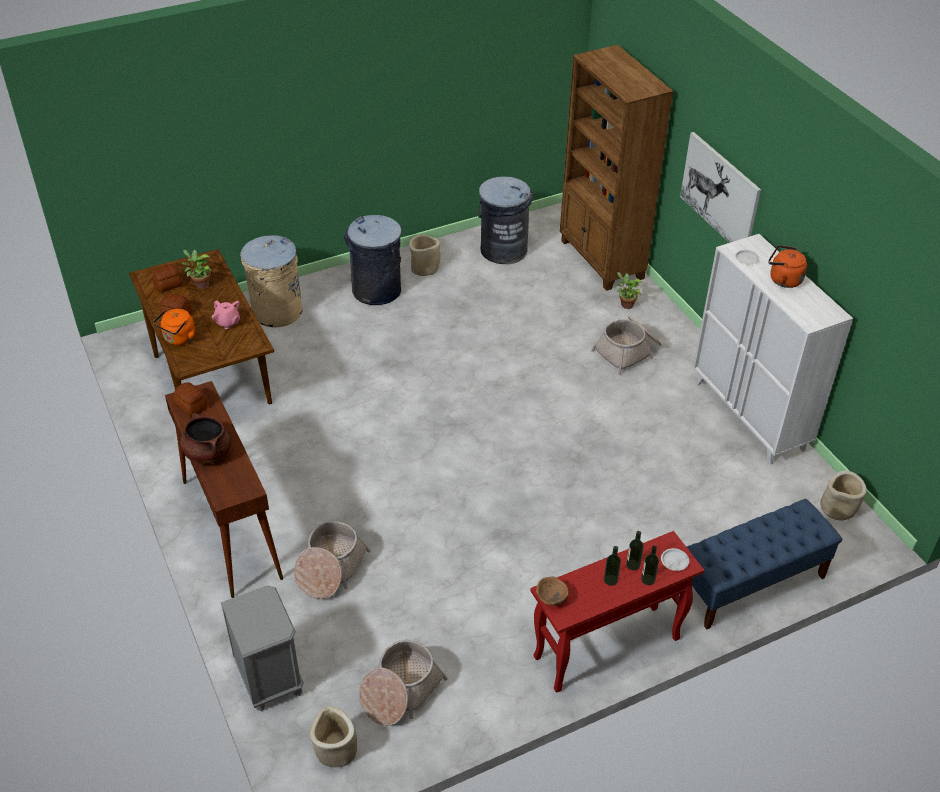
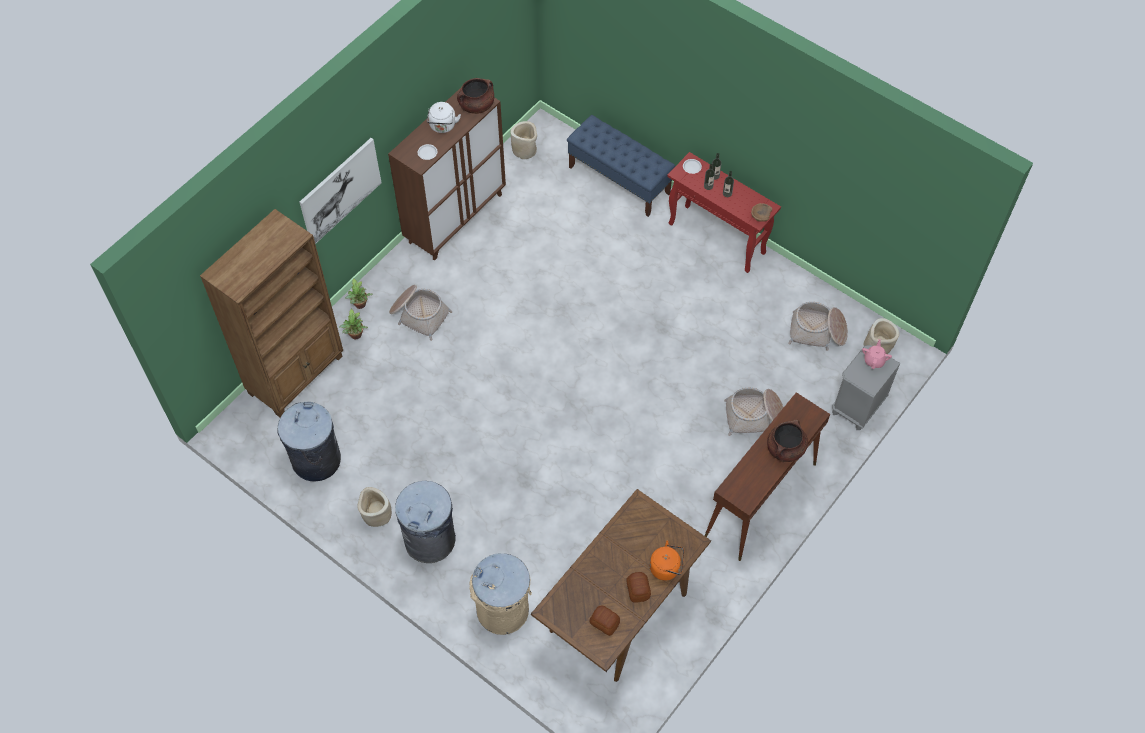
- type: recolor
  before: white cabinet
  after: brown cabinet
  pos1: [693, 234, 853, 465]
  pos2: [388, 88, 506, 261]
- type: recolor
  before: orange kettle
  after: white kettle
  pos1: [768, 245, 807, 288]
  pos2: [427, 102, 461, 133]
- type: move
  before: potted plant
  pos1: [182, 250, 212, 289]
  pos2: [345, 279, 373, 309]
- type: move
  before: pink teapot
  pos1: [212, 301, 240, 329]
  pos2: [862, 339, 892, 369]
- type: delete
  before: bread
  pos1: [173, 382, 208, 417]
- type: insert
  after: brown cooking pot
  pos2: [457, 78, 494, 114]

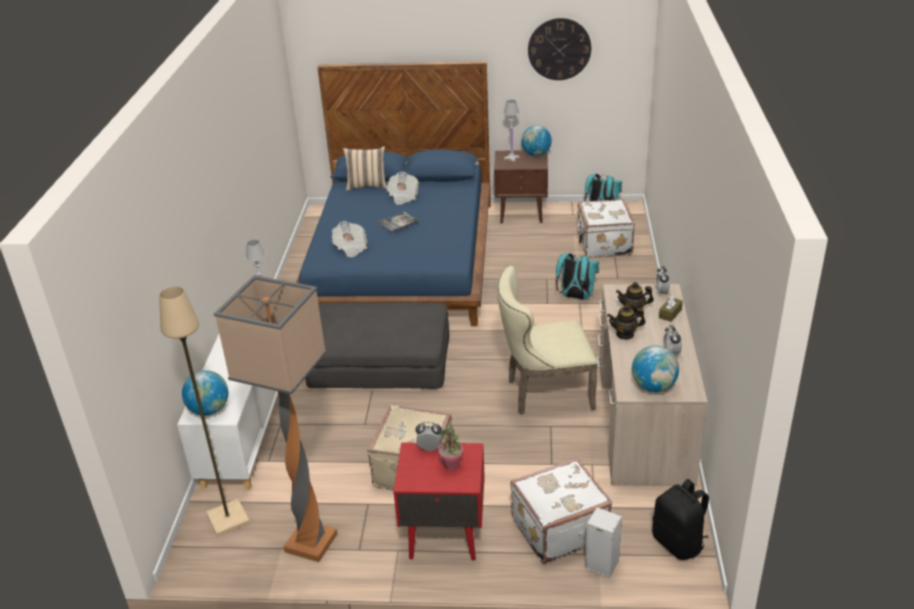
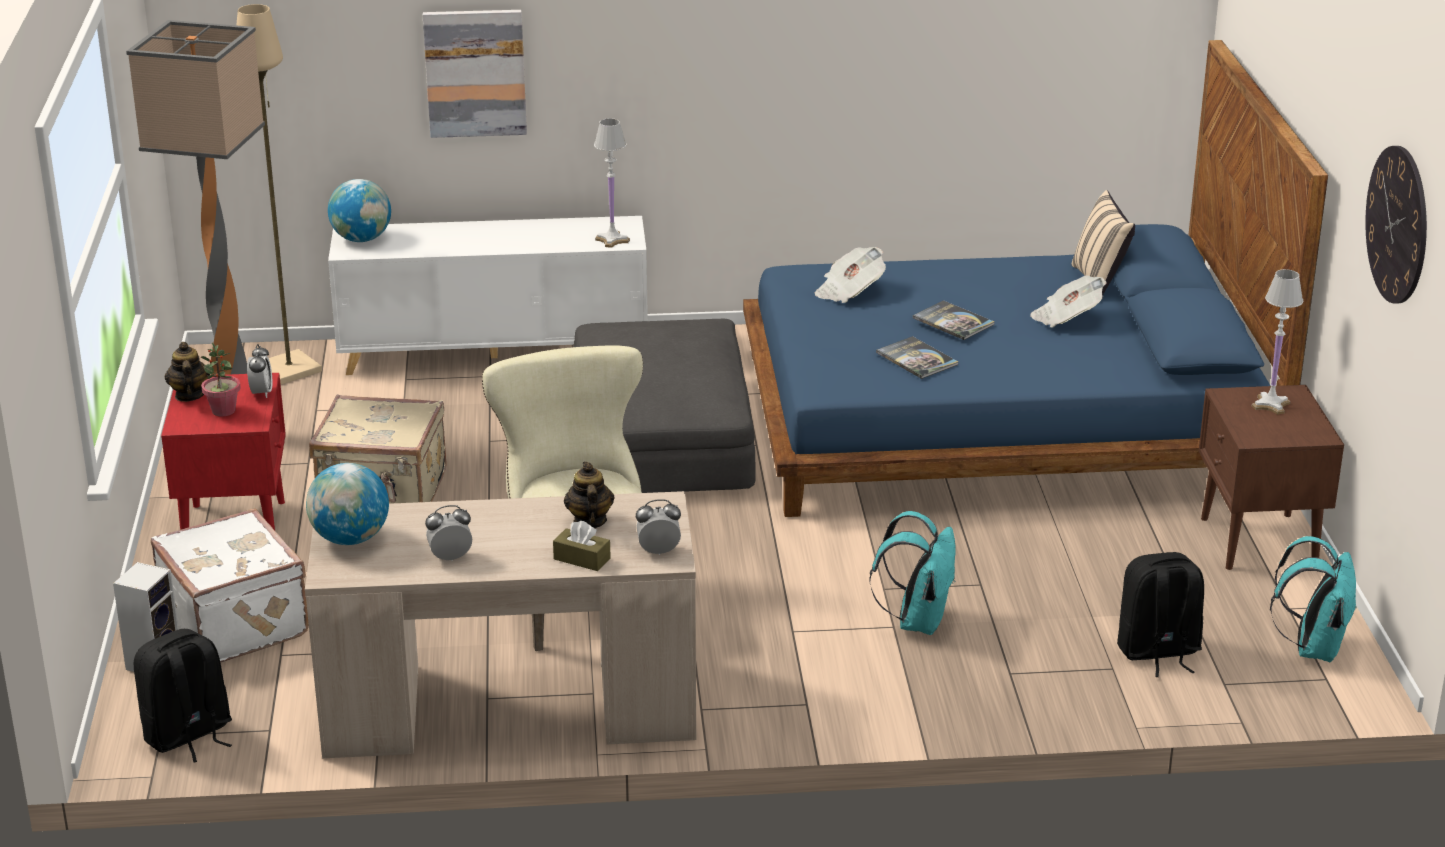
- type: delete
  before: globe
  pos1: [521, 125, 552, 156]
- type: replace
  before: white suitcase
  after: black backpack
  pos1: [577, 199, 635, 258]
  pos2: [1117, 552, 1204, 677]
- type: move
  before: teapot
  pos1: [607, 305, 646, 340]
  pos2: [165, 342, 210, 402]
- type: insert
  after: picture
  pos2: [423, 10, 527, 138]
- type: insert
  after: book
  pos2: [876, 336, 958, 379]

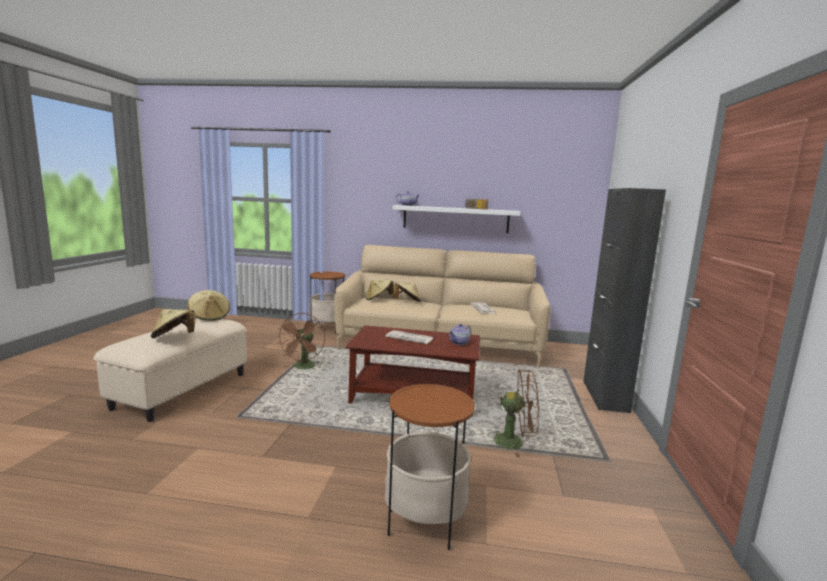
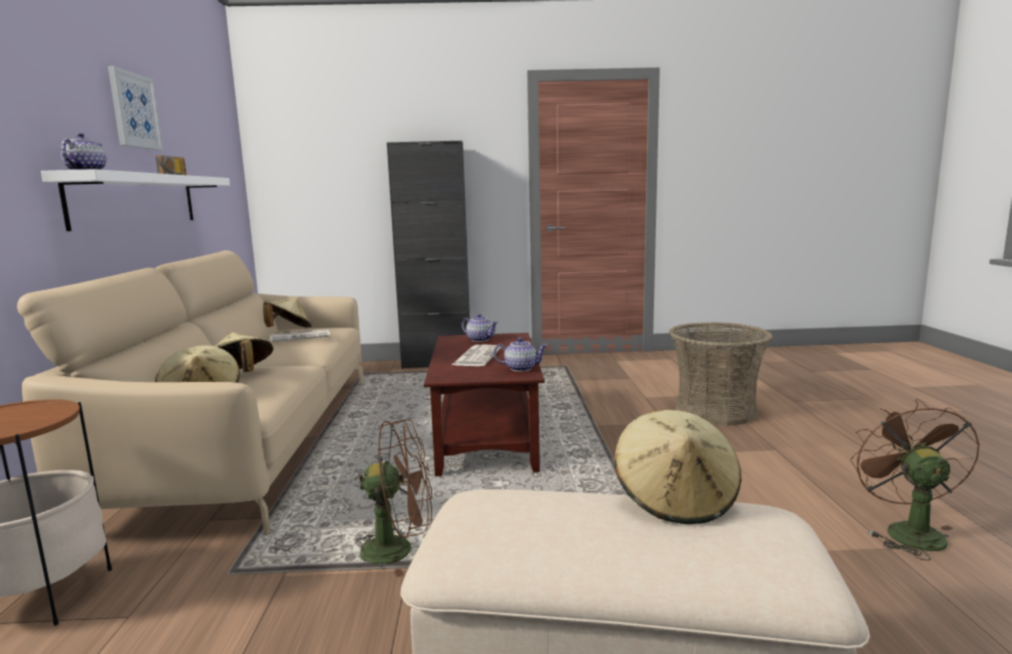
- type: move
  before: beige hat
  pos1: [187, 290, 230, 321]
  pos2: [263, 298, 312, 328]
- type: move
  before: brown fan
  pos1: [490, 369, 539, 457]
  pos2: [850, 399, 980, 561]
- type: replace
  before: side table
  after: basket
  pos1: [385, 384, 475, 550]
  pos2: [669, 322, 773, 426]
- type: insert
  after: picture
  pos2: [108, 66, 163, 150]
- type: insert
  after: teapot
  pos2: [494, 337, 548, 372]

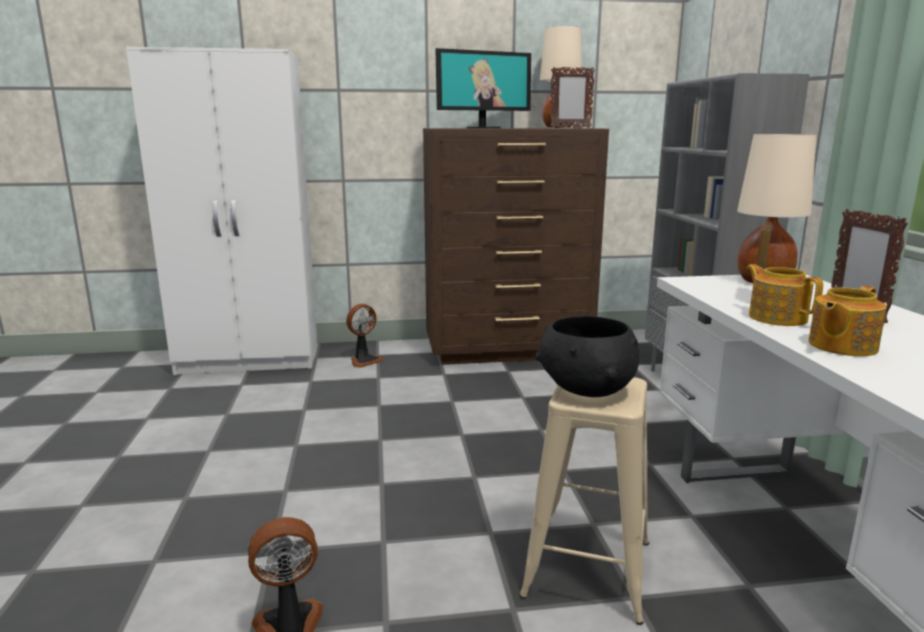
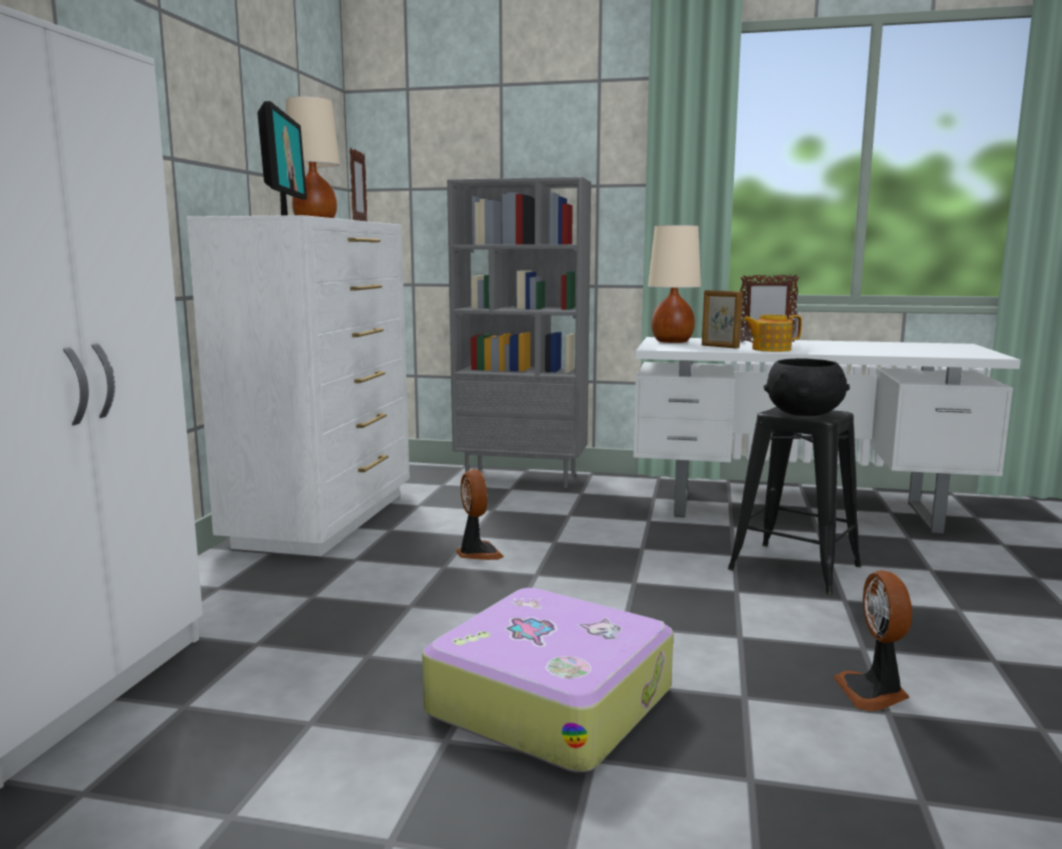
- type: recolor
  before: brown dresser
  after: white dresser
  pos1: [423, 128, 609, 365]
  pos2: [187, 215, 410, 556]
- type: delete
  before: teapot
  pos1: [808, 286, 887, 356]
- type: move
  before: fan
  pos1: [346, 304, 384, 368]
  pos2: [456, 469, 504, 560]
- type: recolor
  before: beige stool
  after: black stool
  pos1: [519, 377, 649, 625]
  pos2: [728, 406, 861, 595]
- type: insert
  after: suitcase
  pos2: [422, 588, 673, 772]

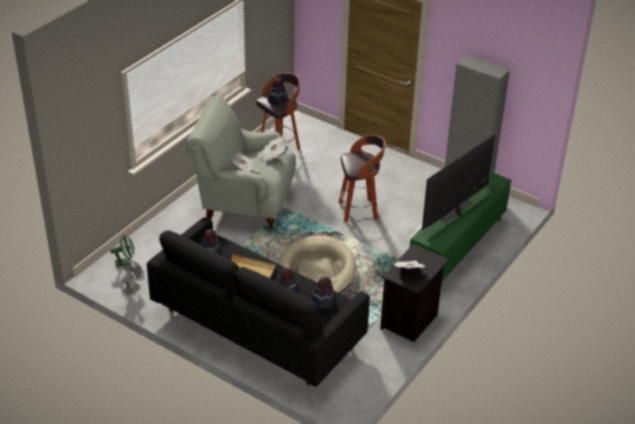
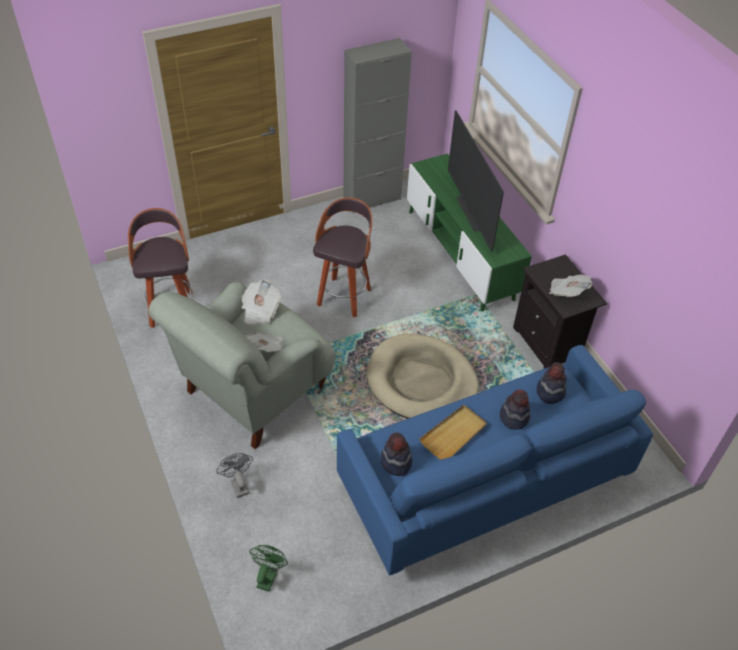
- type: delete
  before: hat
  pos1: [268, 78, 288, 105]
- type: recolor
  before: black sofa
  after: blue sofa
  pos1: [147, 217, 370, 387]
  pos2: [337, 345, 653, 575]
- type: move
  before: grey fan
  pos1: [121, 260, 144, 295]
  pos2: [216, 453, 253, 498]

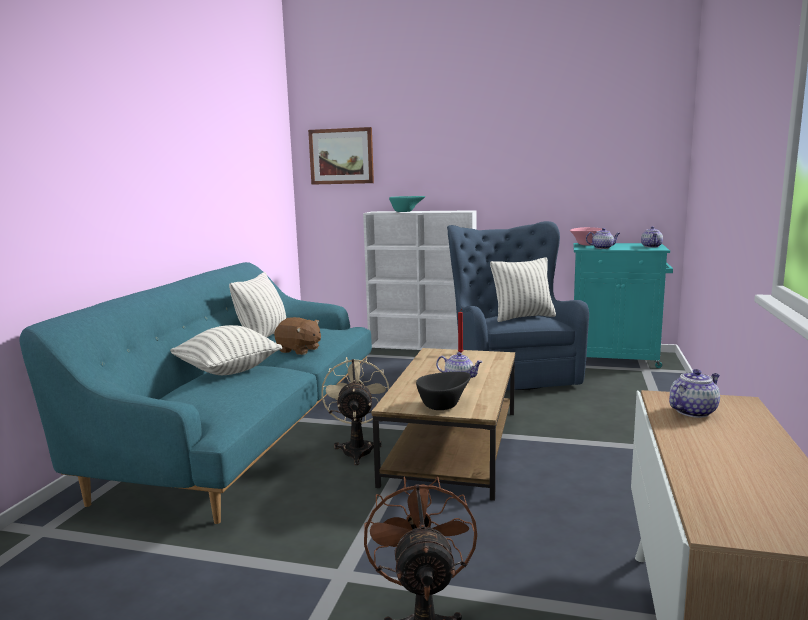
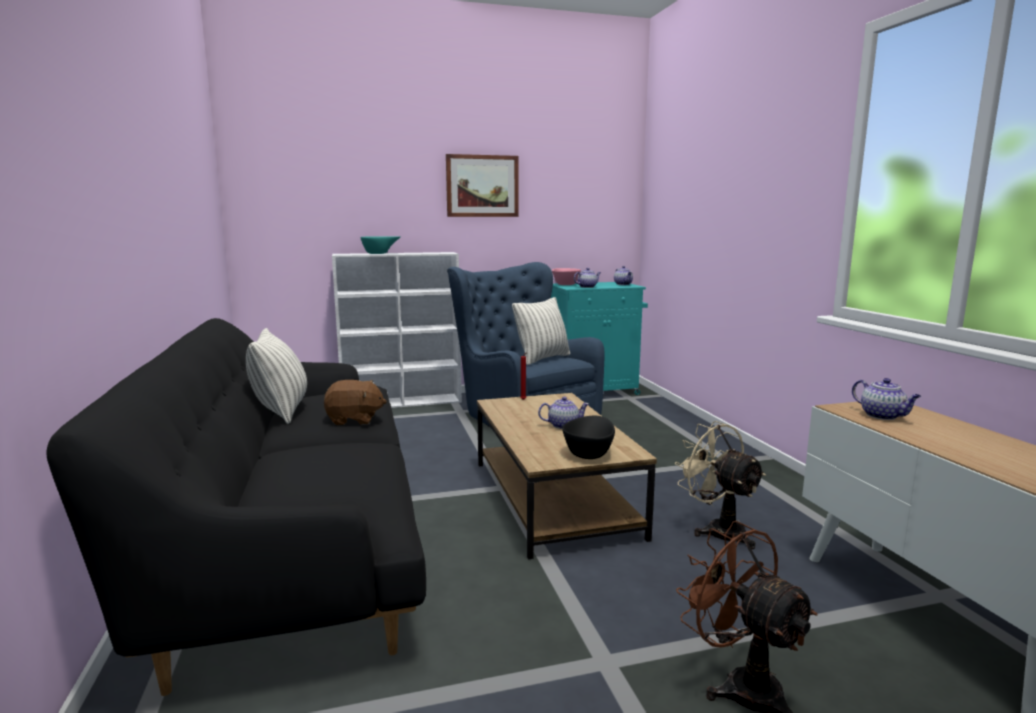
- type: move
  before: picture
  pos1: [308, 127, 374, 185]
  pos2: [446, 154, 519, 217]
- type: recolor
  before: turquoise sofa
  after: black sofa
  pos1: [19, 262, 372, 524]
  pos2: [47, 318, 426, 696]
- type: delete
  before: pillow
  pos1: [170, 325, 282, 375]
- type: move
  before: beige fan
  pos1: [321, 357, 389, 465]
  pos2: [675, 421, 766, 549]
- type: rotate
  before: teapot
  pos1: [669, 369, 720, 418]
  pos2: [852, 378, 921, 420]
  turn: 120

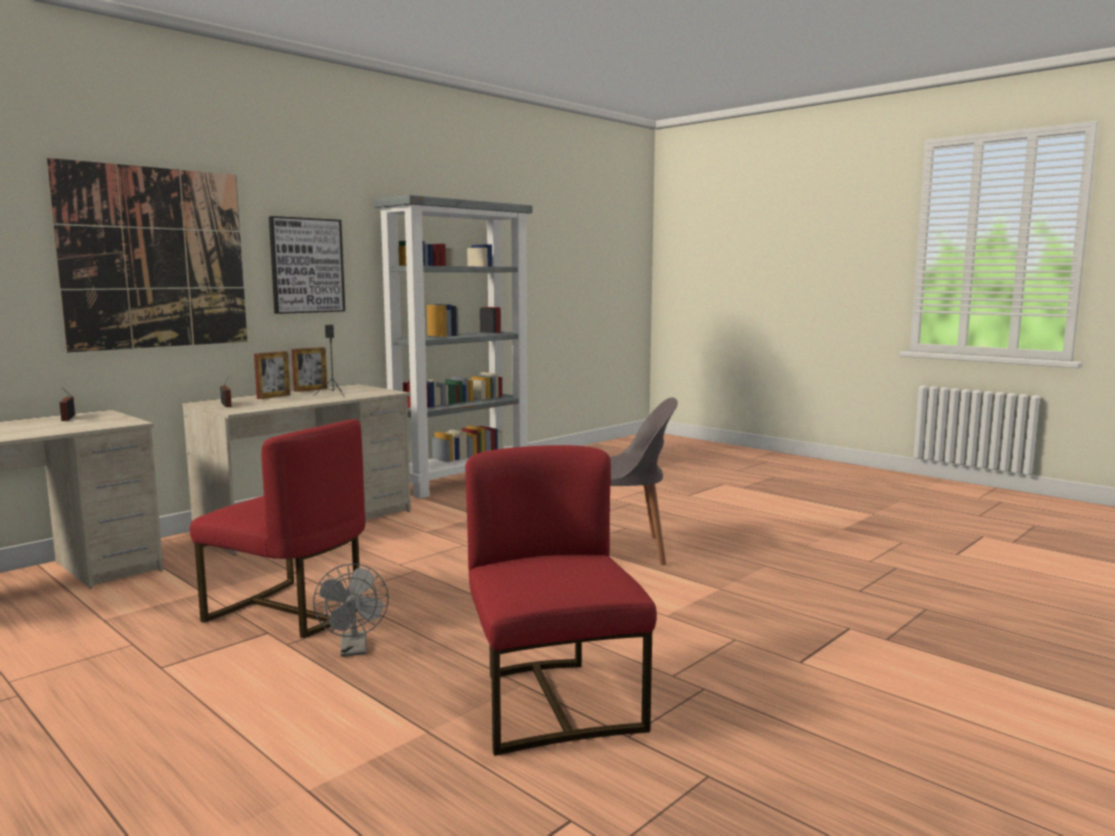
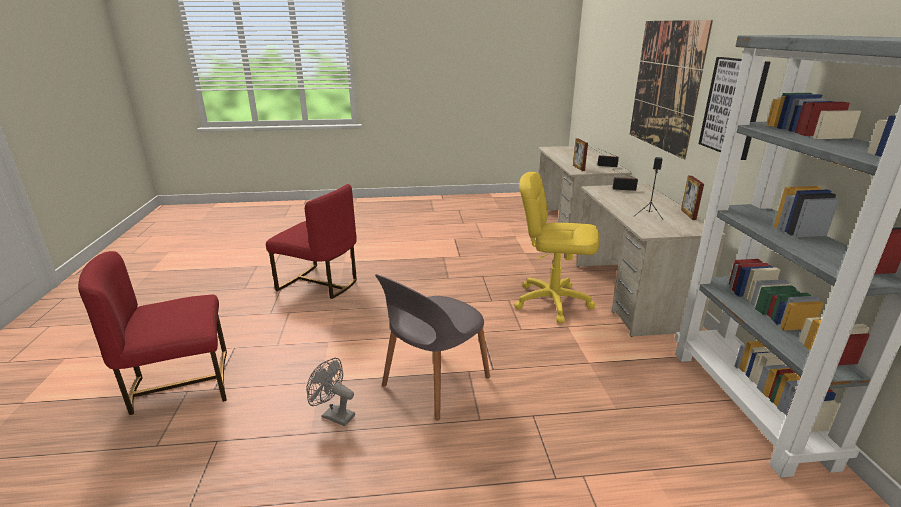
- type: move
  before: picture frame
  pos1: [254, 351, 290, 399]
  pos2: [573, 139, 588, 171]
- type: move
  before: red chair
  pos1: [190, 419, 365, 638]
  pos2: [78, 251, 227, 415]
- type: move
  before: grey fan
  pos1: [313, 563, 389, 657]
  pos2: [306, 358, 355, 426]
- type: insert
  after: yellow office chair
  pos2: [514, 172, 600, 323]

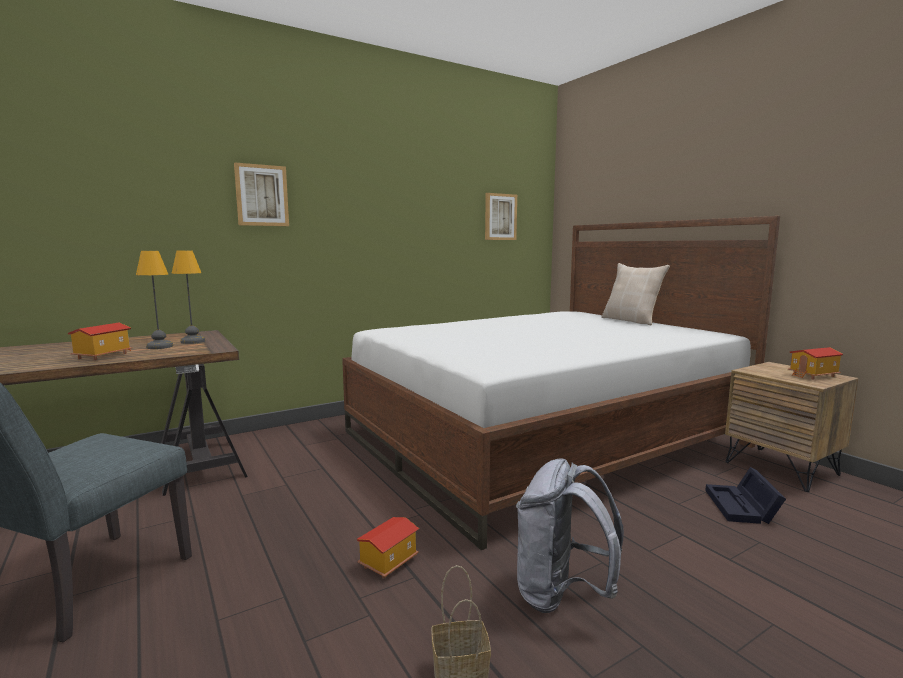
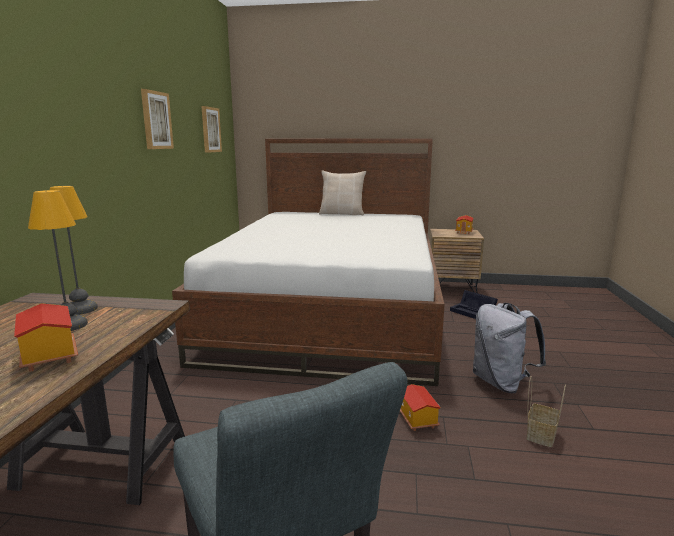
- type: move
  before: picture
  pos1: [234, 163, 289, 226]
  pos2: [141, 89, 174, 149]

